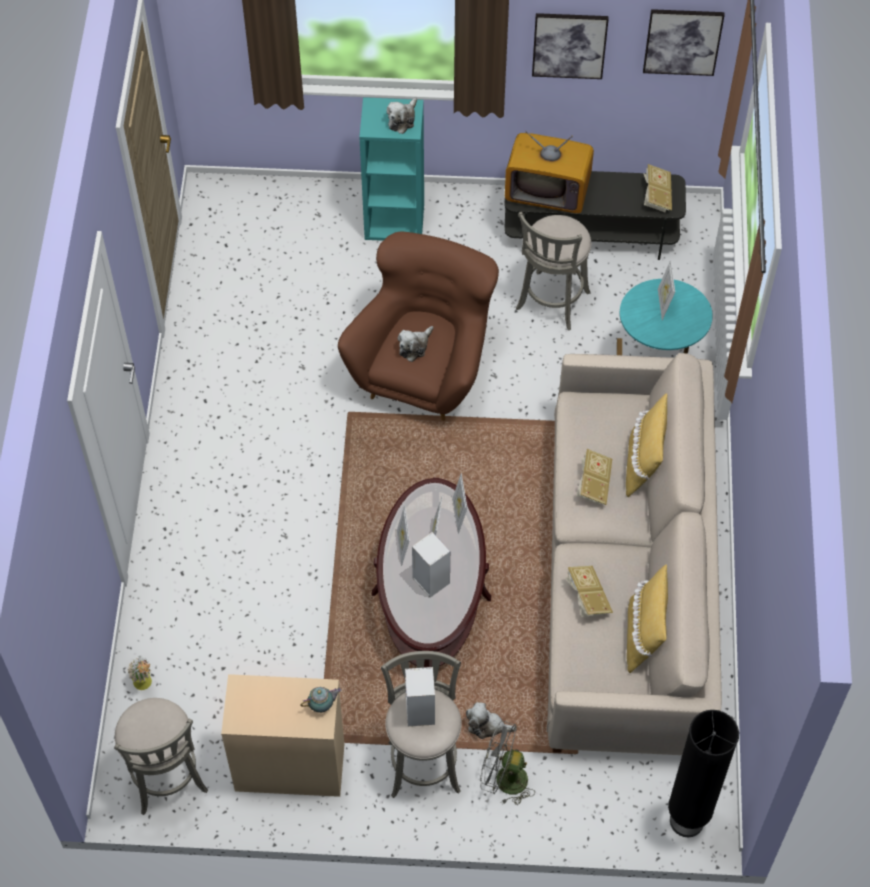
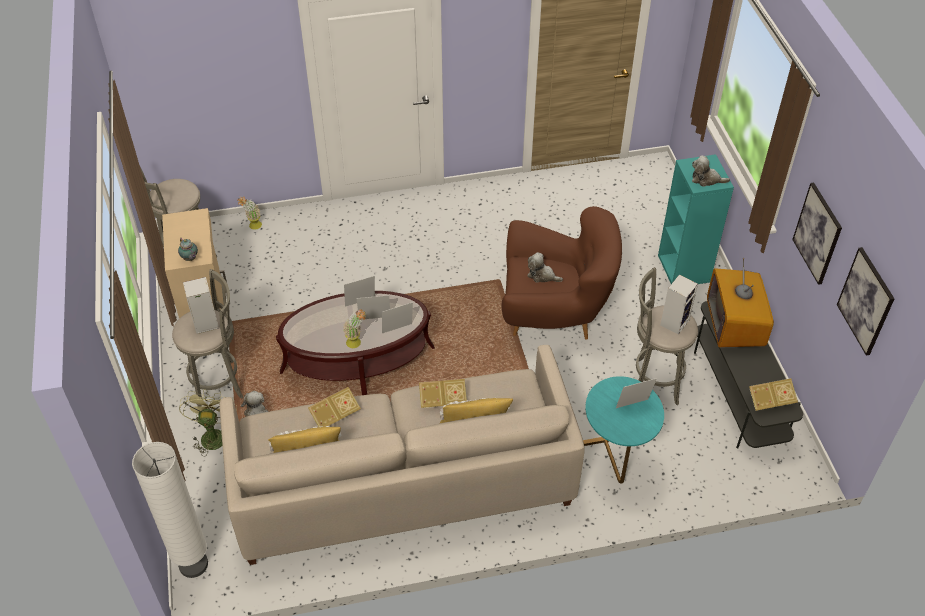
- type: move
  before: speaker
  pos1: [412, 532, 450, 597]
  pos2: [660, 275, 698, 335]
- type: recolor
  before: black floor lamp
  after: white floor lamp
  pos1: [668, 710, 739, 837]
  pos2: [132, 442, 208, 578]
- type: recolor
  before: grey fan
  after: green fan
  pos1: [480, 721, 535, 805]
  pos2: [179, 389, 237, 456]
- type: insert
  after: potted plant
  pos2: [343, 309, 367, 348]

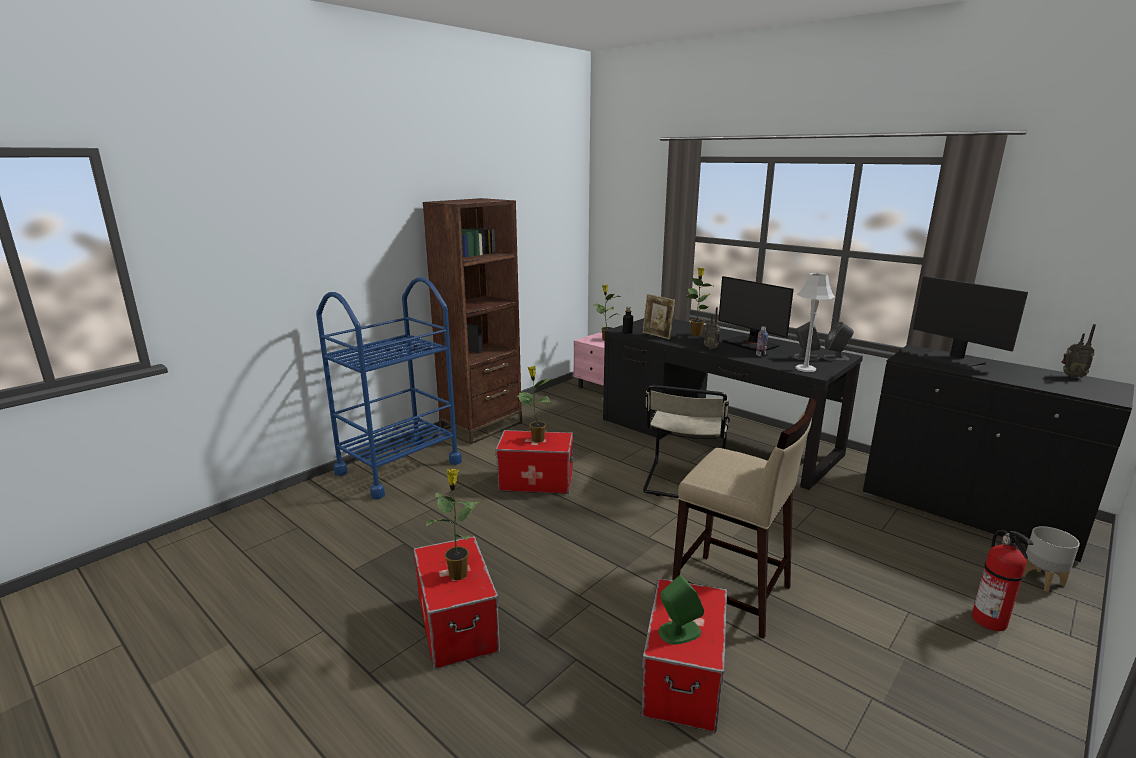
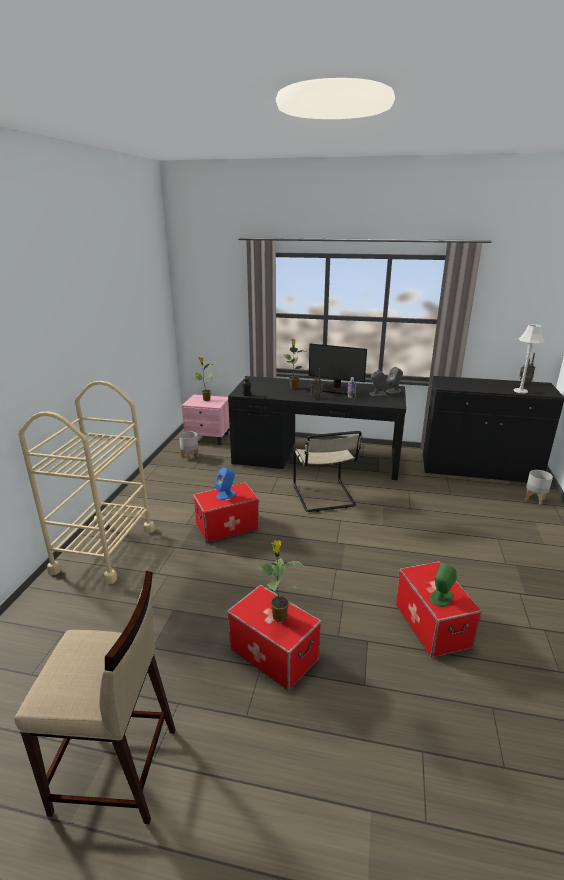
- type: delete
  before: brown bookcase
  pos1: [423, 198, 522, 444]
- type: move
  before: grey table lamp
  pos1: [795, 273, 835, 372]
  pos2: [514, 324, 545, 393]
- type: delete
  before: monitor
  pos1: [913, 276, 1028, 370]
- type: recolor
  before: blue cart
  after: beige cart
  pos1: [316, 277, 462, 500]
  pos2: [18, 381, 155, 584]
- type: delete
  before: picture frame
  pos1: [643, 294, 675, 339]
- type: replace
  before: potted plant
  after: blue speaker
  pos1: [517, 366, 553, 443]
  pos2: [215, 468, 236, 500]
- type: move
  before: beige stool
  pos1: [672, 397, 816, 639]
  pos2: [15, 571, 176, 824]
- type: delete
  before: fire extinguisher
  pos1: [972, 530, 1033, 631]
- type: insert
  after: grey planter
  pos2: [179, 431, 199, 461]

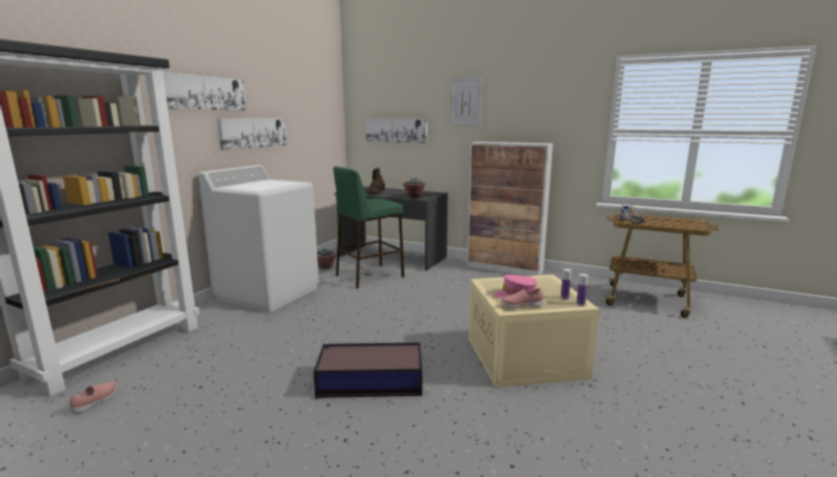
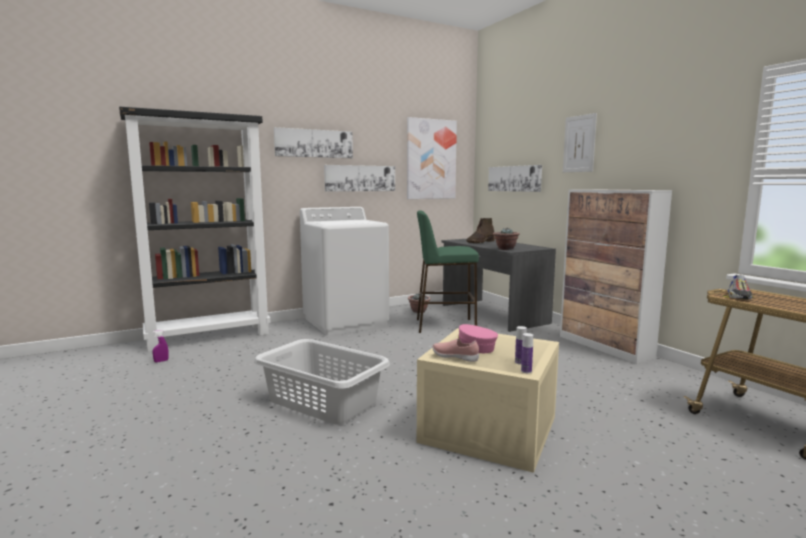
- type: replace
  before: storage box
  after: grey laundry basket
  pos1: [313, 342, 422, 398]
  pos2: [254, 339, 390, 425]
- type: replace
  before: pink shoe
  after: purple spray bottle
  pos1: [69, 381, 117, 414]
  pos2: [153, 330, 169, 363]
- type: insert
  after: picture
  pos2: [407, 117, 457, 199]

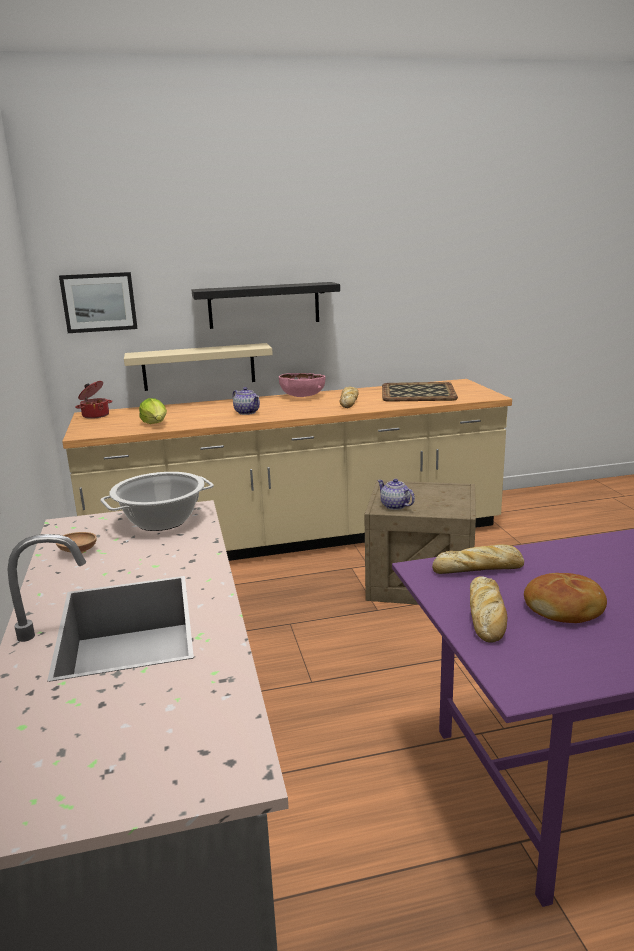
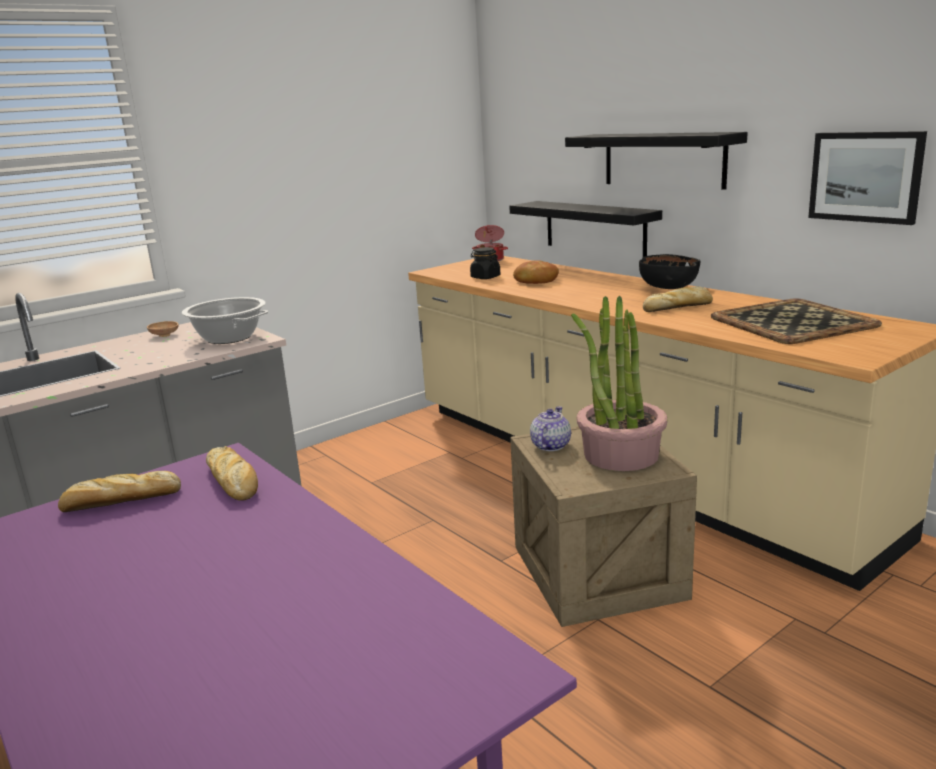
- type: move
  before: picture
  pos1: [59, 272, 138, 333]
  pos2: [808, 131, 927, 225]
- type: recolor
  before: beige shelf
  after: black shelf
  pos1: [124, 343, 273, 391]
  pos2: [509, 201, 662, 257]
- type: recolor
  before: pink bowl
  after: black bowl
  pos1: [279, 373, 325, 397]
  pos2: [639, 254, 701, 289]
- type: delete
  before: teapot
  pos1: [232, 387, 260, 415]
- type: replace
  before: lettuce
  after: black jar
  pos1: [139, 398, 167, 424]
  pos2: [470, 247, 500, 279]
- type: move
  before: bread
  pos1: [524, 573, 607, 623]
  pos2: [513, 260, 559, 284]
- type: insert
  after: potted plant
  pos2: [571, 296, 668, 471]

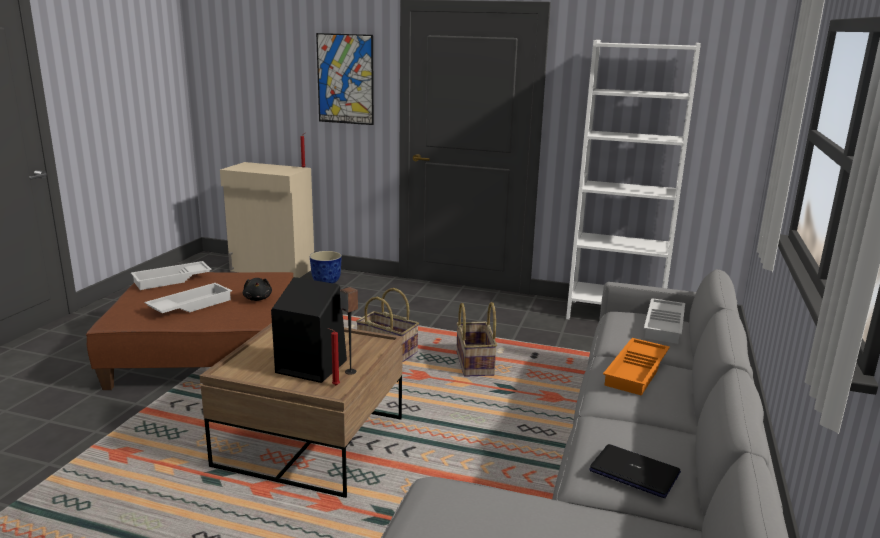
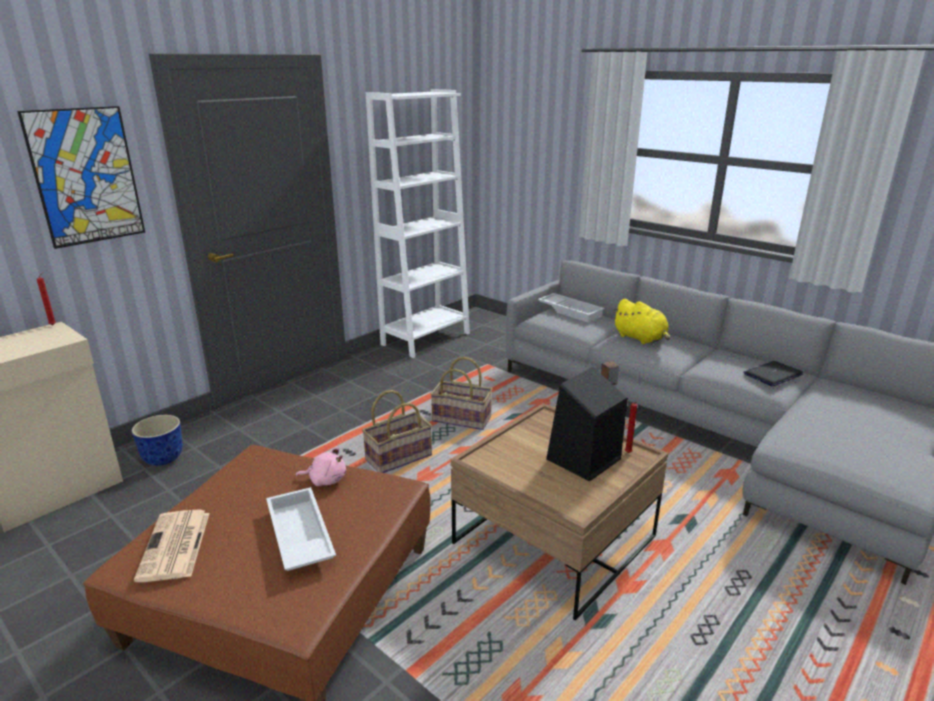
- type: replace
  before: white tray
  after: newspaper
  pos1: [131, 261, 212, 290]
  pos2: [134, 509, 210, 582]
- type: recolor
  before: black plush toy
  after: pink plush toy
  pos1: [243, 278, 272, 301]
  pos2: [296, 447, 346, 486]
- type: replace
  before: orange tray
  after: yellow plush toy
  pos1: [603, 338, 670, 396]
  pos2: [613, 299, 670, 344]

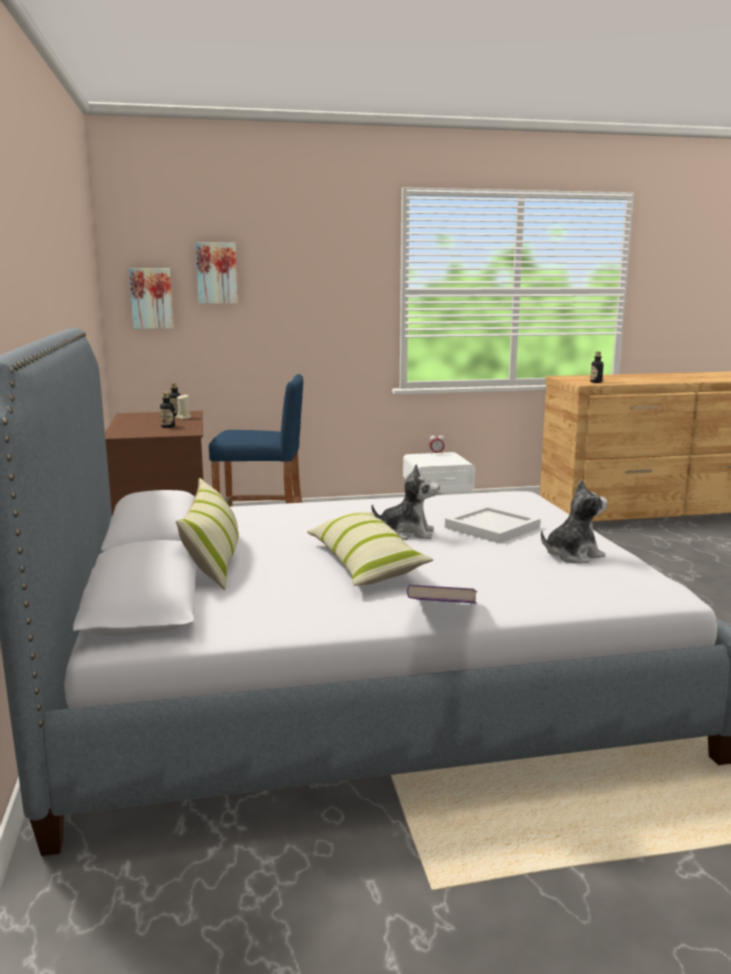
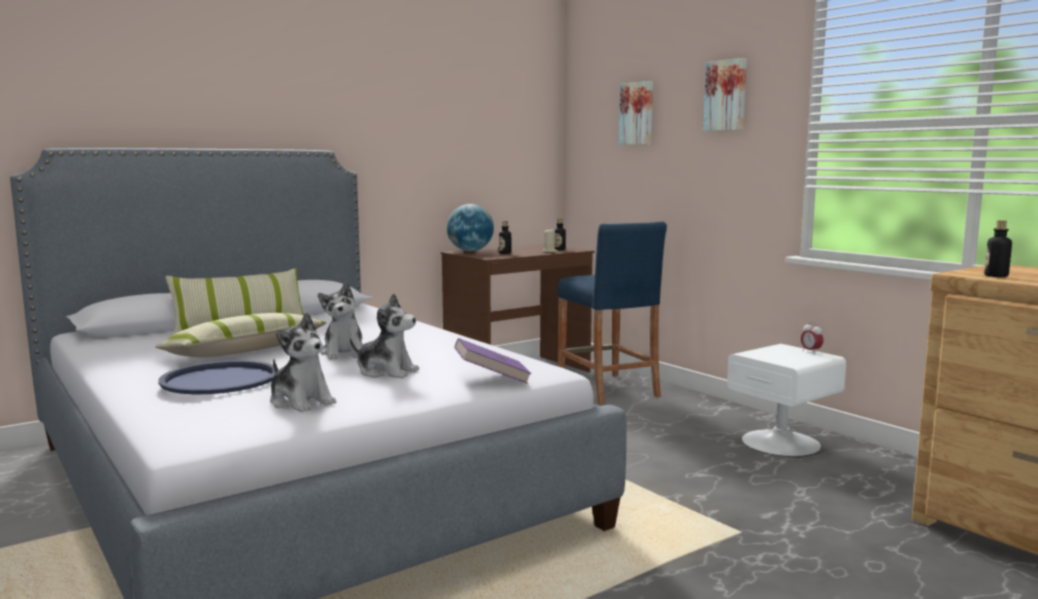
- type: move
  before: picture
  pos1: [129, 268, 174, 329]
  pos2: [704, 58, 747, 131]
- type: replace
  before: white tray
  after: plush toy
  pos1: [445, 505, 541, 544]
  pos2: [350, 293, 419, 378]
- type: move
  before: purple book
  pos1: [407, 585, 477, 604]
  pos2: [454, 338, 532, 383]
- type: insert
  after: globe
  pos2: [447, 204, 494, 251]
- type: insert
  after: blue tray
  pos2: [158, 360, 279, 394]

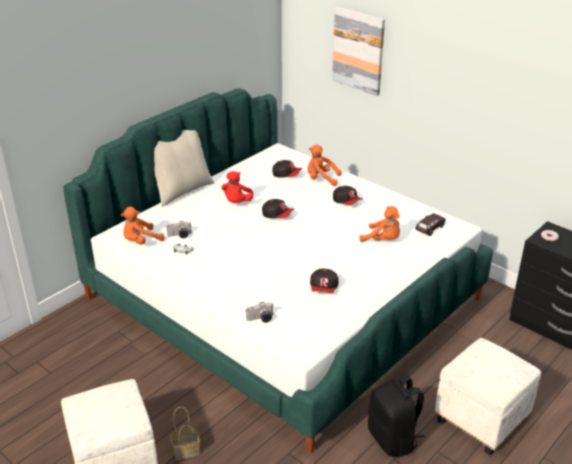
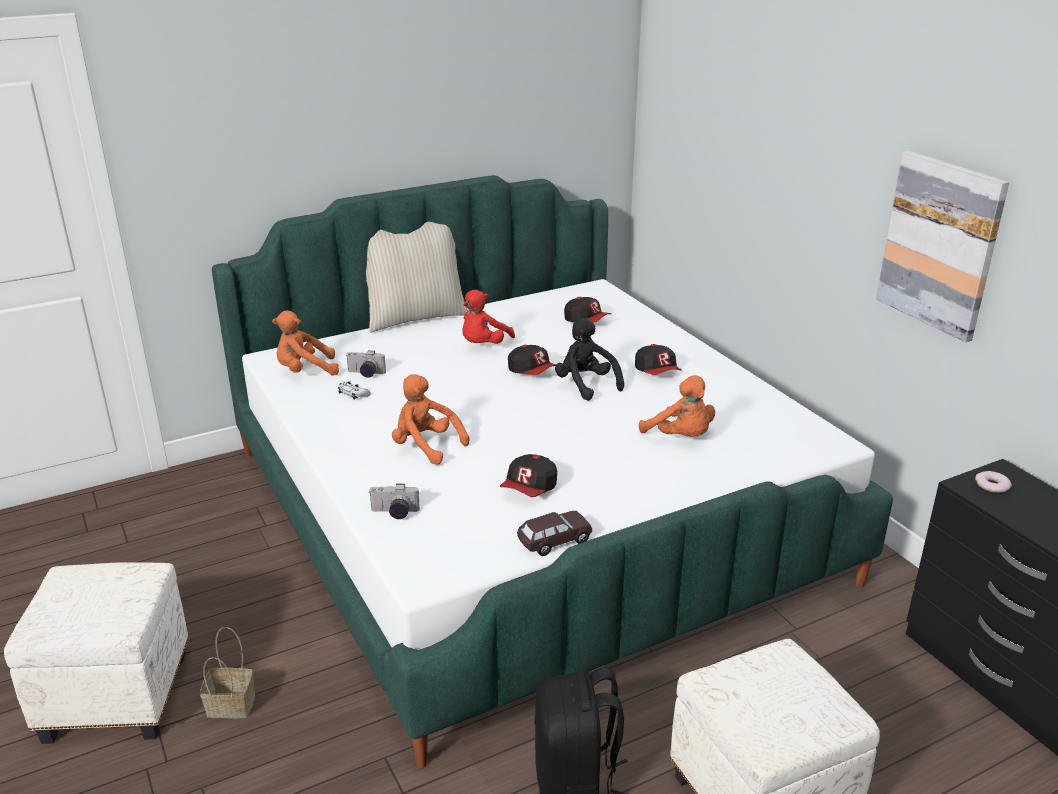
- type: move
  before: picture
  pos1: [332, 7, 385, 96]
  pos2: [876, 151, 1009, 342]
- type: move
  before: orange plush toy
  pos1: [307, 145, 341, 186]
  pos2: [392, 374, 469, 465]
- type: move
  before: brown toy car
  pos1: [415, 213, 445, 236]
  pos2: [517, 511, 592, 556]
- type: insert
  after: black plush toy
  pos2: [555, 318, 624, 401]

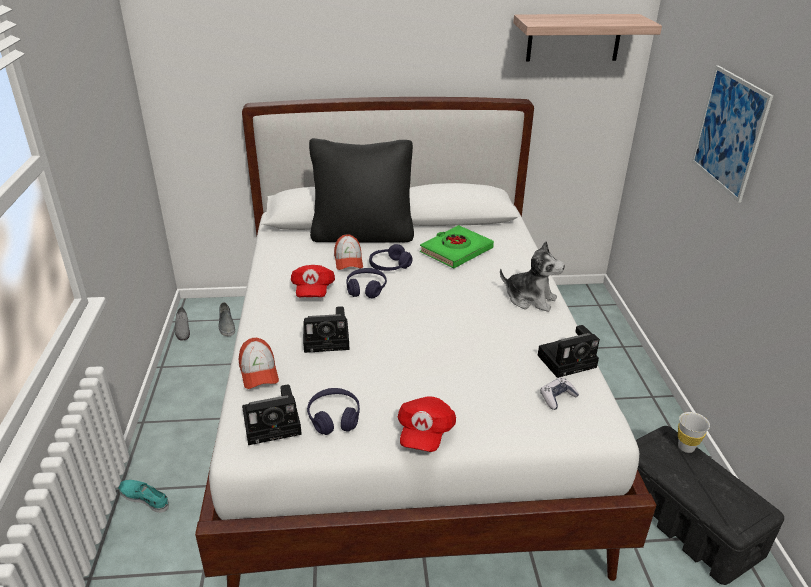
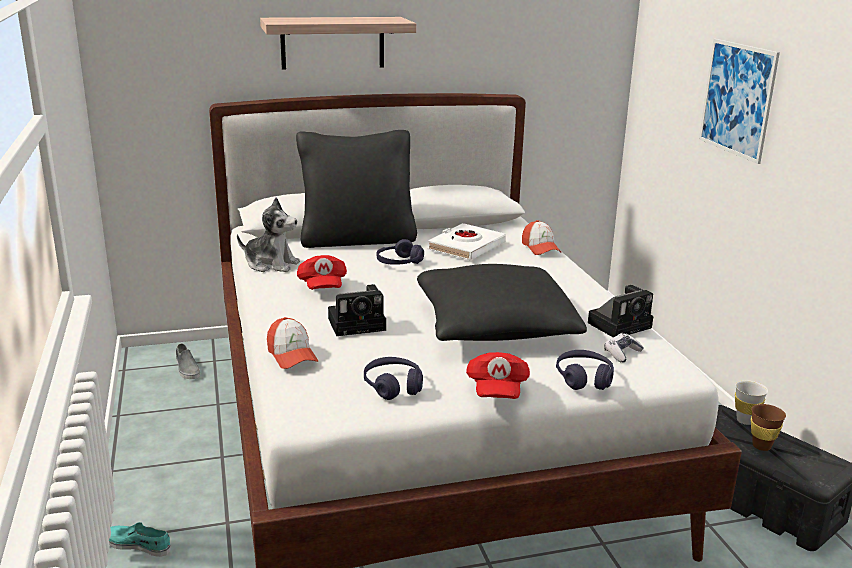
- type: move
  before: shelf
  pos1: [513, 14, 662, 62]
  pos2: [260, 17, 416, 70]
- type: recolor
  before: green book
  after: white book
  pos1: [420, 225, 494, 269]
  pos2: [427, 223, 506, 260]
- type: move
  before: cap
  pos1: [334, 234, 363, 270]
  pos2: [522, 220, 561, 255]
- type: move
  before: plush toy
  pos1: [500, 241, 565, 312]
  pos2: [237, 197, 300, 272]
- type: move
  before: purple headphones
  pos1: [346, 268, 387, 299]
  pos2: [556, 350, 614, 390]
- type: delete
  before: grey shoe
  pos1: [175, 307, 190, 341]
- type: delete
  before: photo camera
  pos1: [242, 384, 302, 445]
- type: insert
  after: black pillow
  pos2: [417, 264, 587, 341]
- type: insert
  after: brown cup
  pos2: [751, 404, 786, 451]

